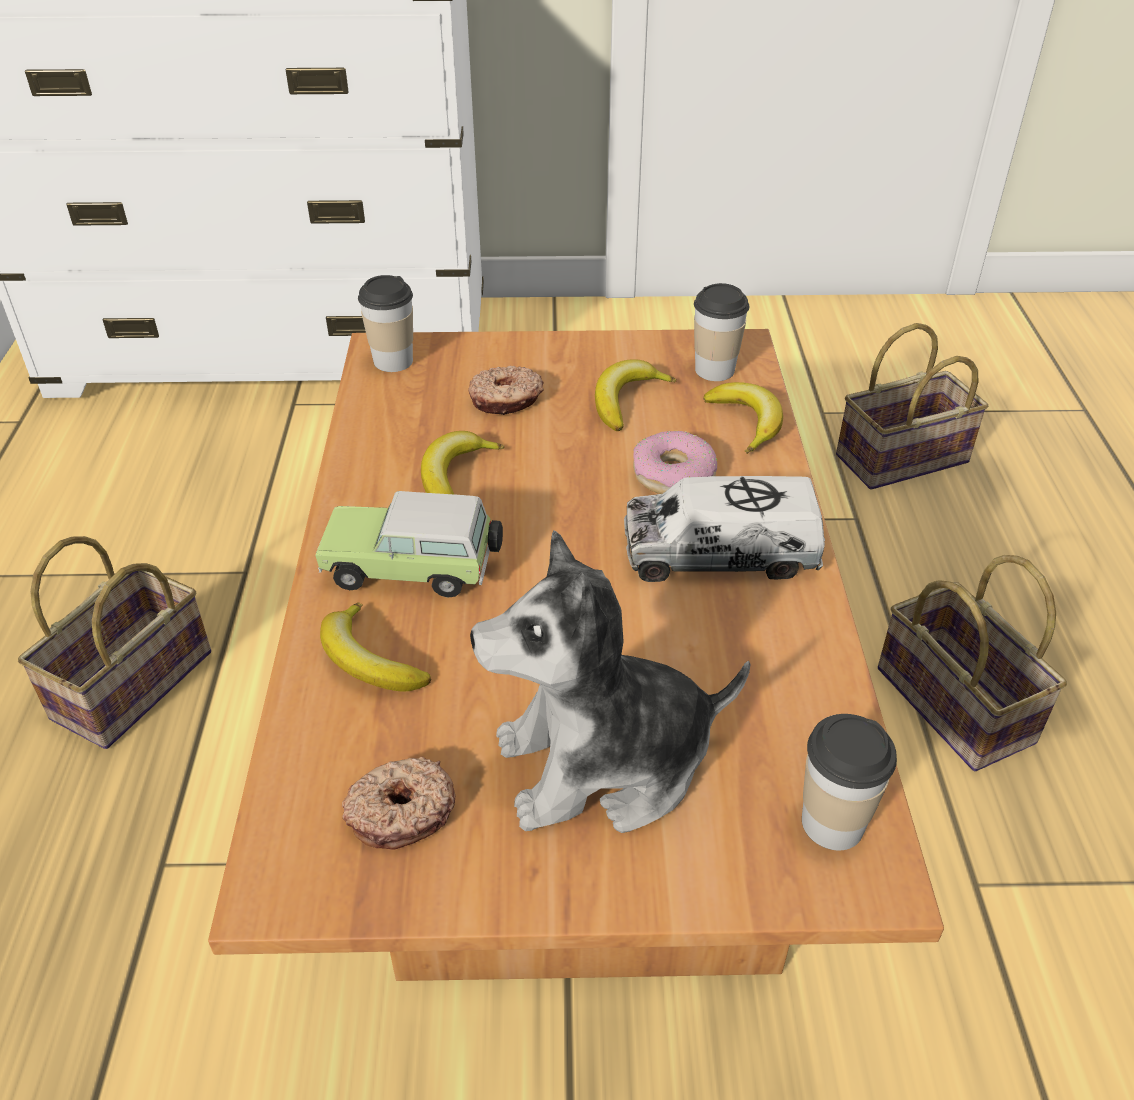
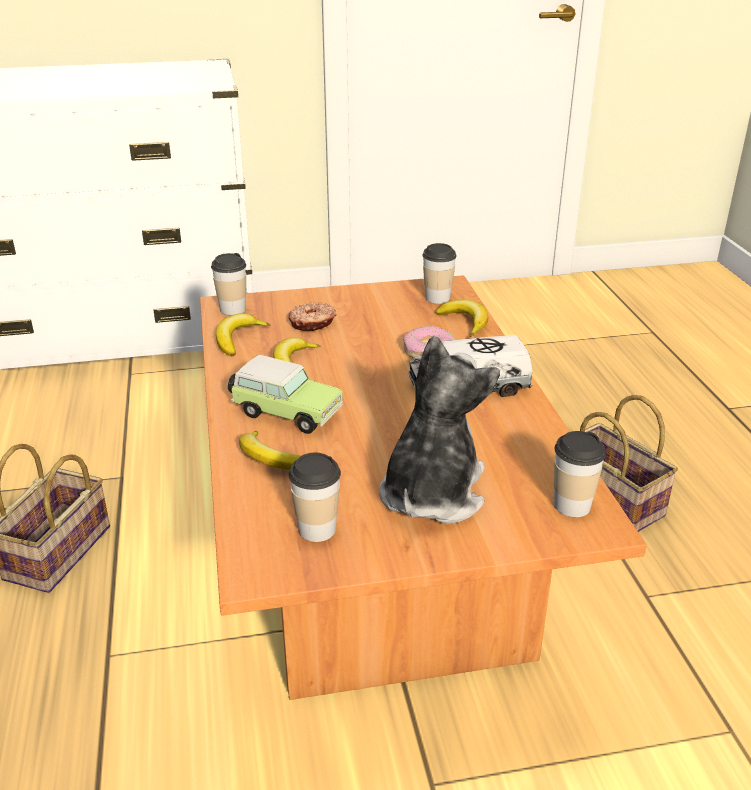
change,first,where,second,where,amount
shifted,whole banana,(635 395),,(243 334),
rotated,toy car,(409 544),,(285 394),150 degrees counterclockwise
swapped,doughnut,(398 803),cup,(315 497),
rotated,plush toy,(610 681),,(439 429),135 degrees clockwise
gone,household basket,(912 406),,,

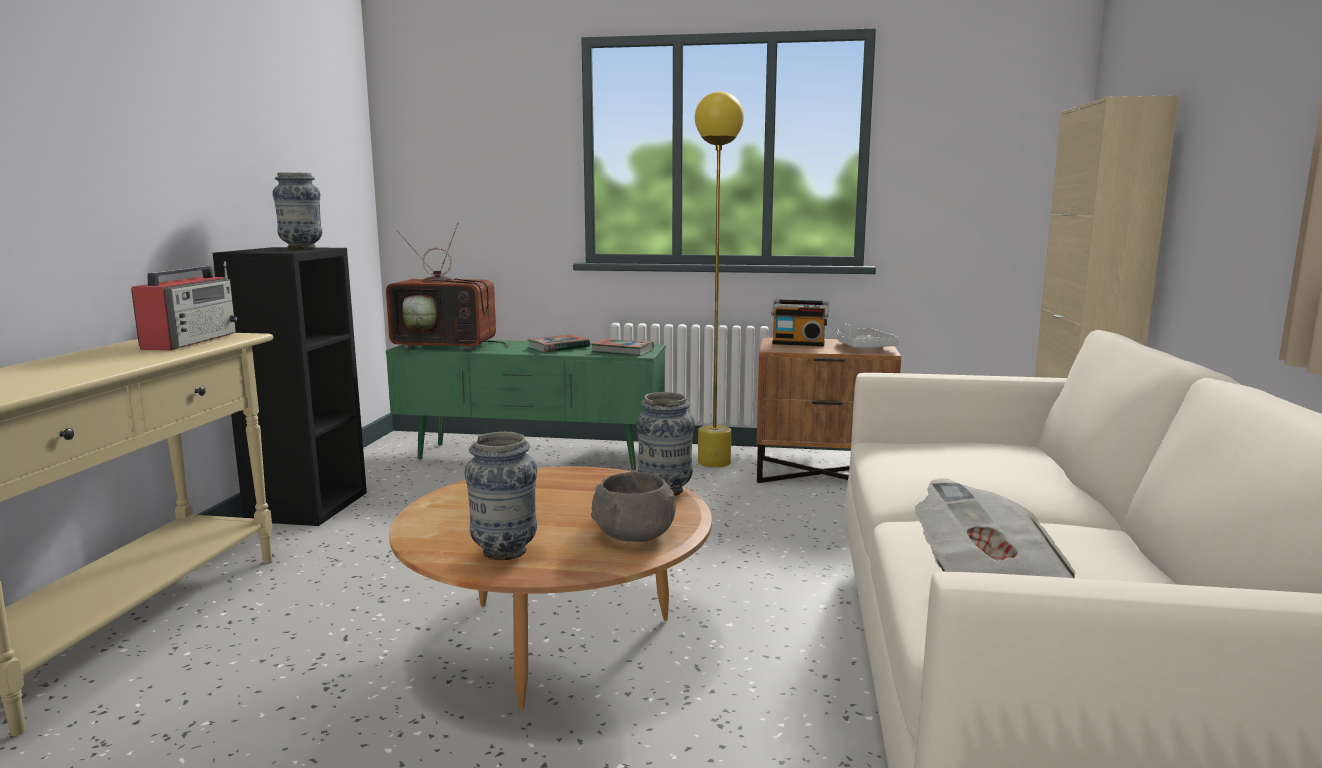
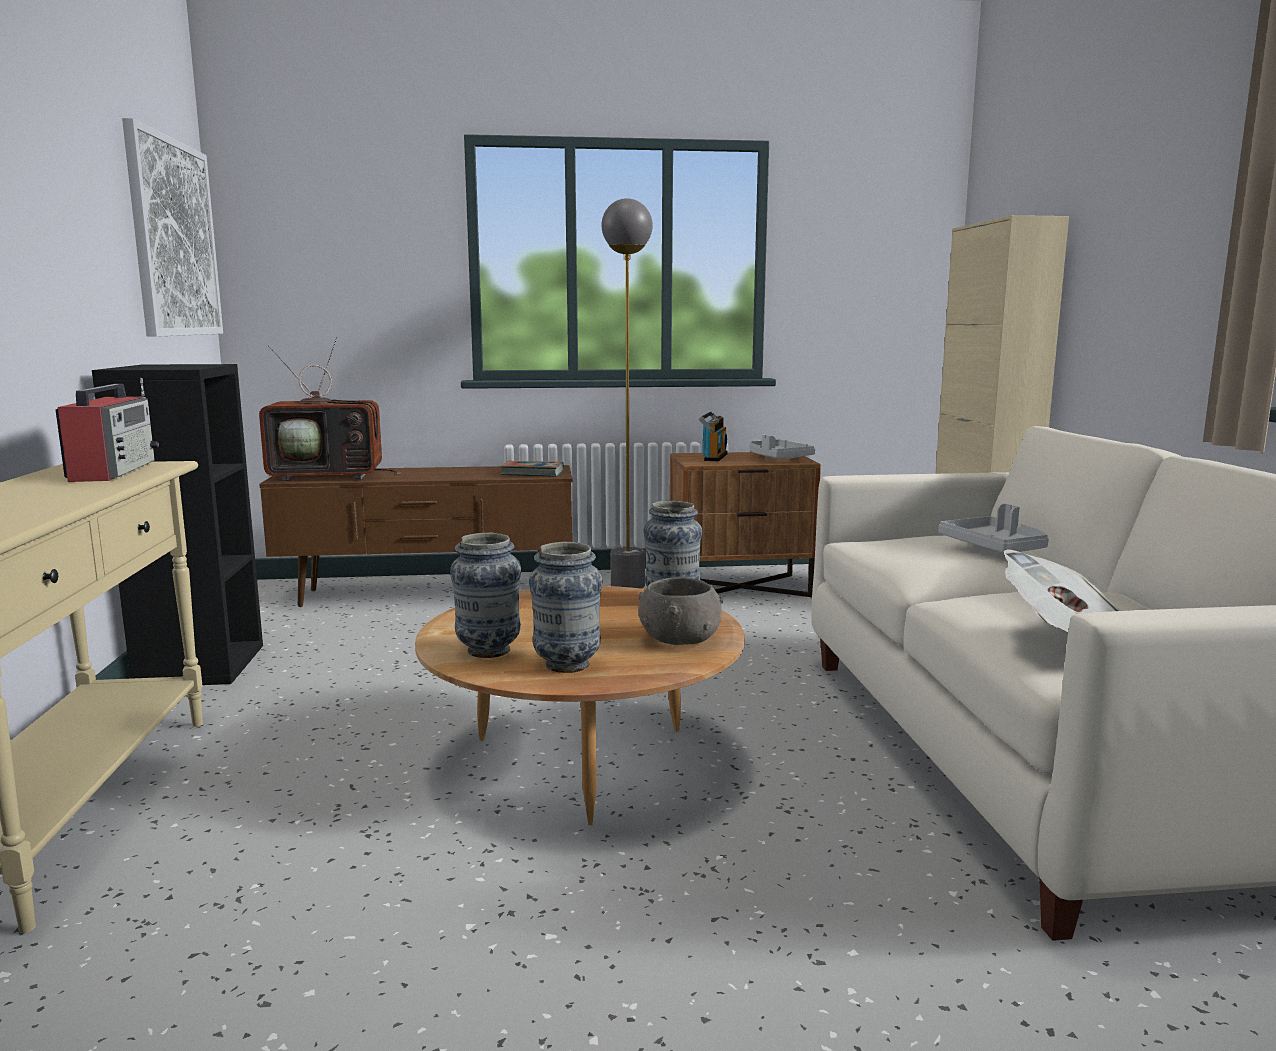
change,first,where,second,where,amount
new,,,picture,(172 227),
repainted,tv unit/green-coloured,(526 405),tv unit/brownish,(415 536),
shifted,flower vase,(297 210),,(485 595),
repainted,floor lamp/yellow,(719 279),floor lamp/grey,(627 393),
rotated,radio set,(800 322),,(713 436),75 degrees counterclockwise
new,,,serving tray/grey,(993 528),
gone,bound book,(558 343),,,

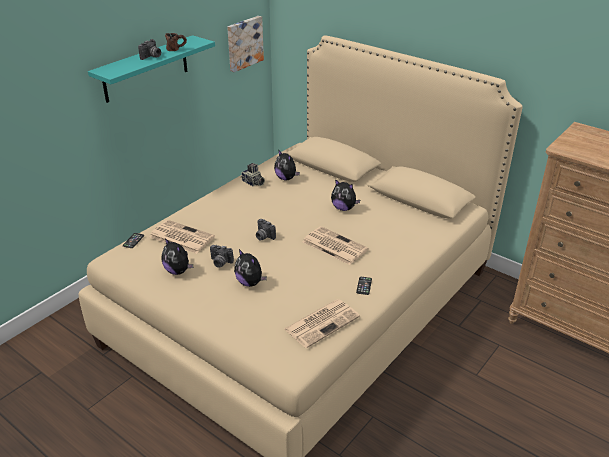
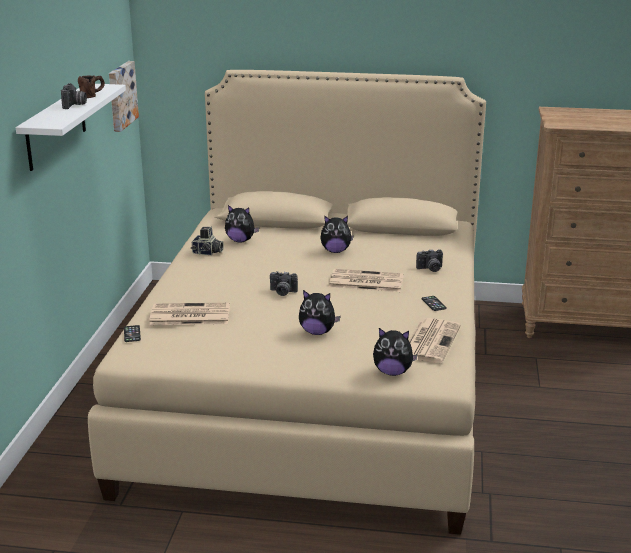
change,first,where,second,where,amount
repainted,bracket shelf/blue-green,(151 69),bracket shelf/white,(71 127),
shifted,plush toy,(177 256),,(395 352),
shifted,still camera,(222 256),,(429 260),

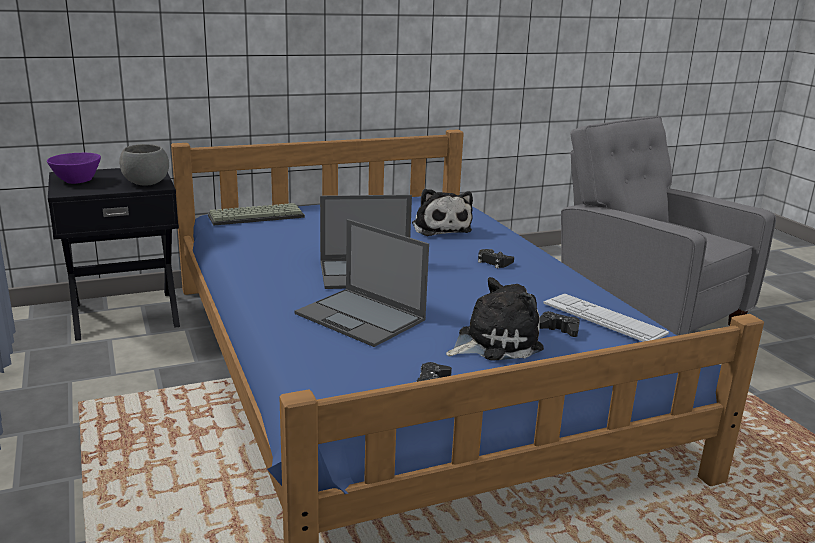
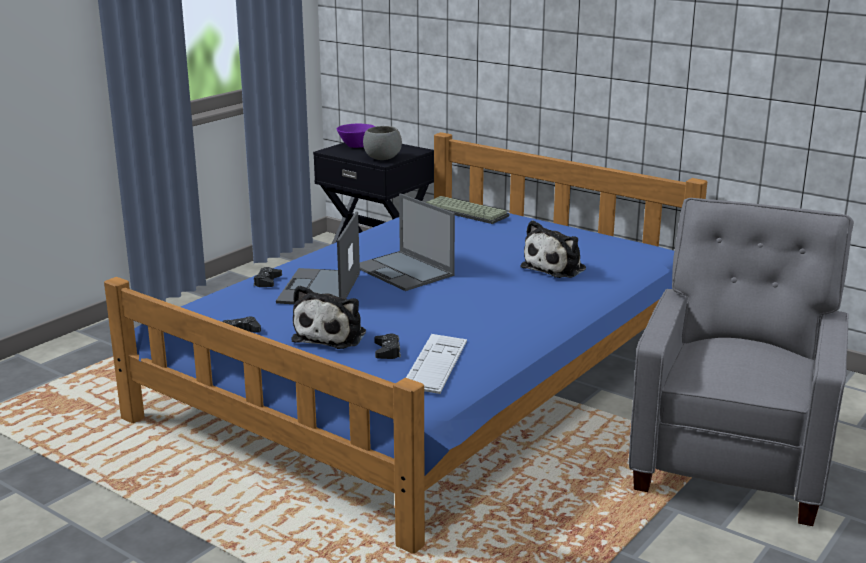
change,first,where,second,where,amount
shifted,joypad/blackish,(496 258),,(268 277),
rotated,plush toy,(495 319),,(328 317),75 degrees clockwise

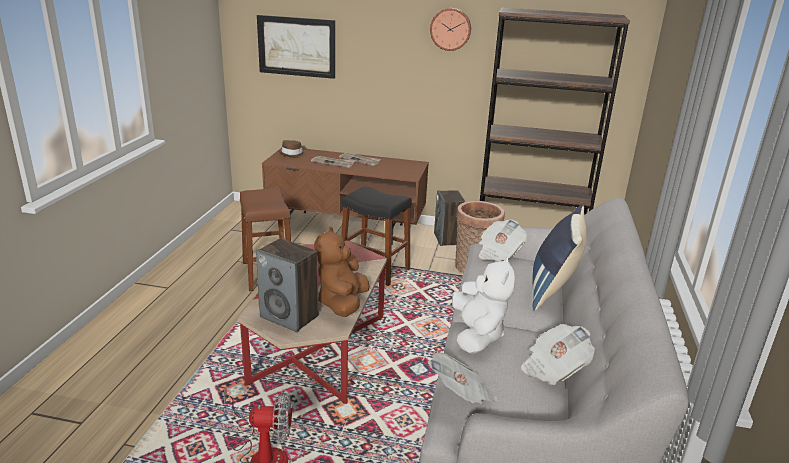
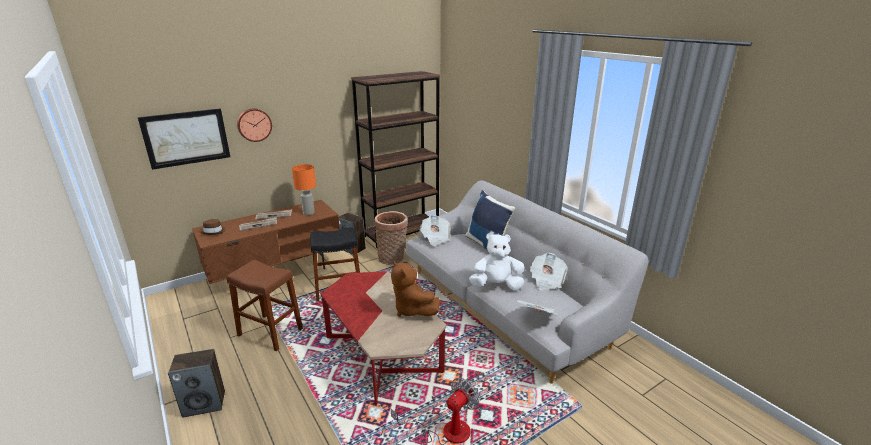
change,first,where,second,where,amount
shifted,loudspeaker,(287 285),,(196 383),
shifted,clock on the wall,(450 29),,(254 125),
new,,,table lamp/orangey,(304 189),
rotated,plush toy/white,(483 305),,(496 262),45 degrees counterclockwise

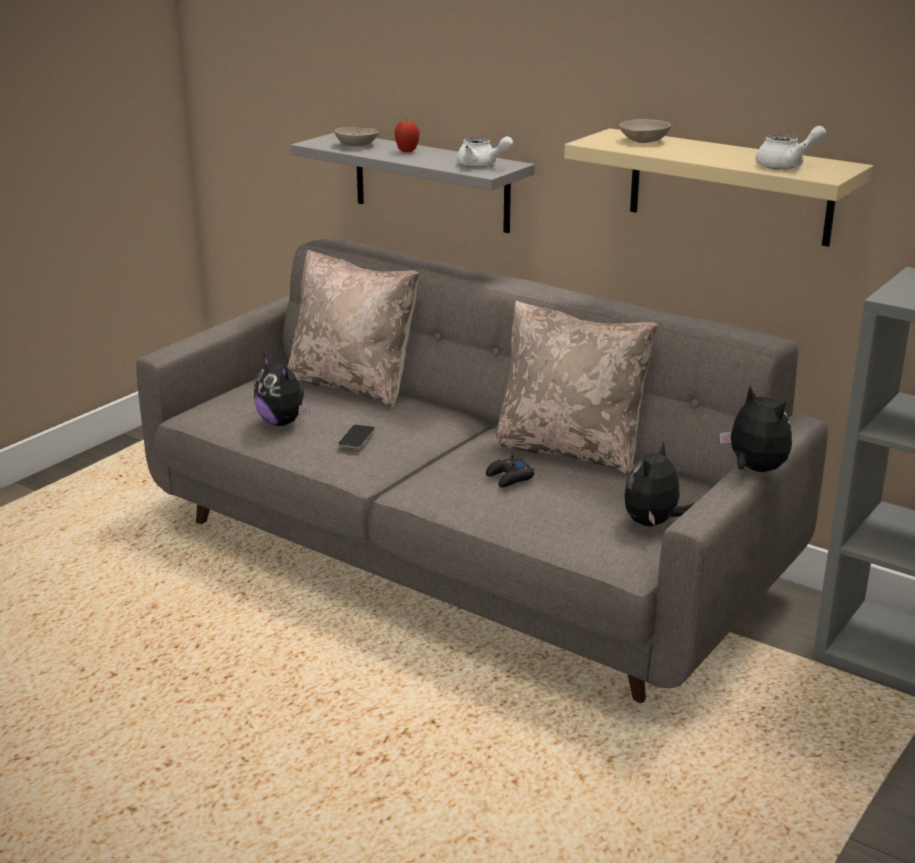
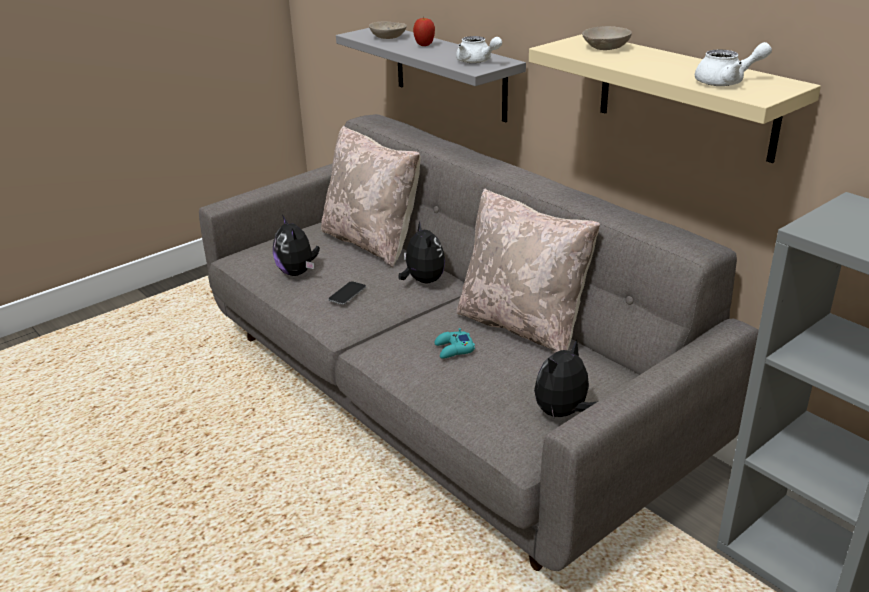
change,first,where,second,where,amount
shifted,plush toy,(756 428),,(421 253),
repainted,joypad/blackish,(510 471),joypad/blue-green,(455 343),

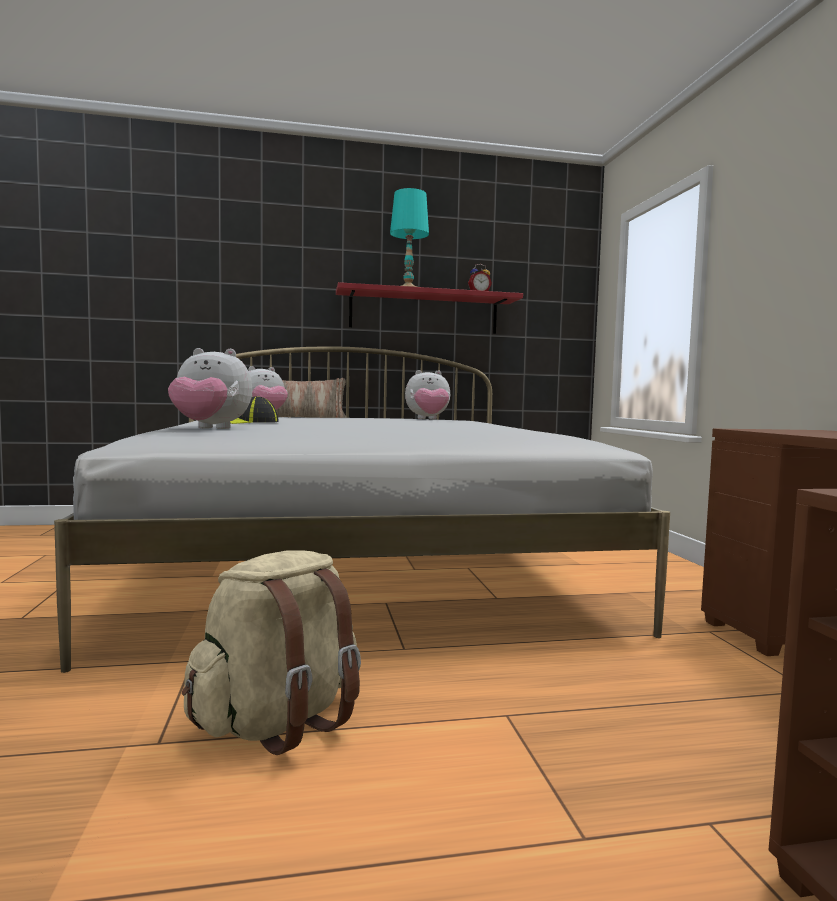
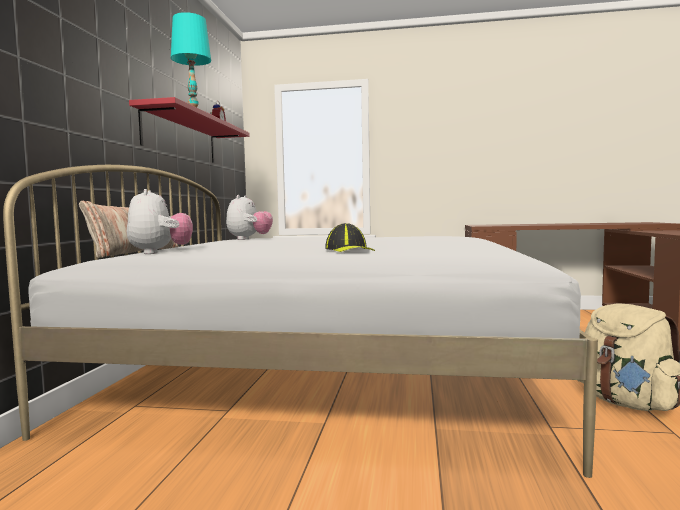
change,first,where,second,where,amount
gone,plush toy,(210 388),,,

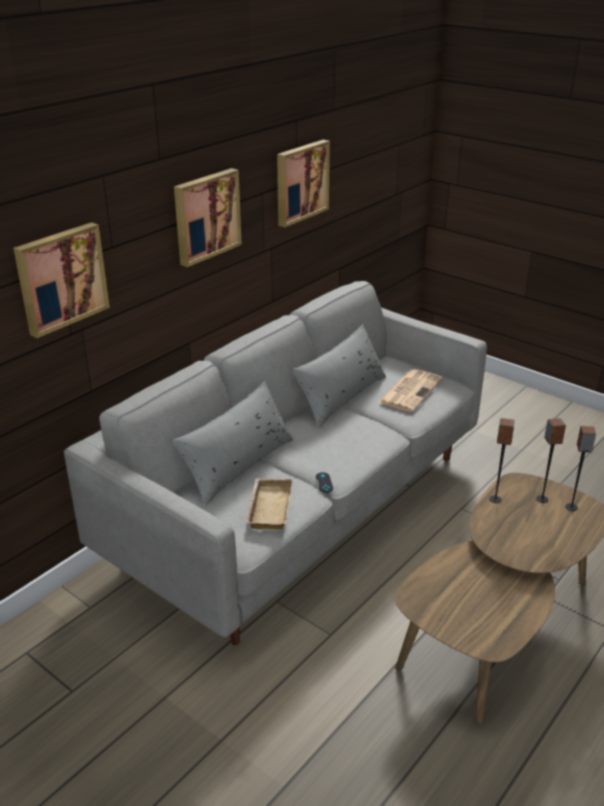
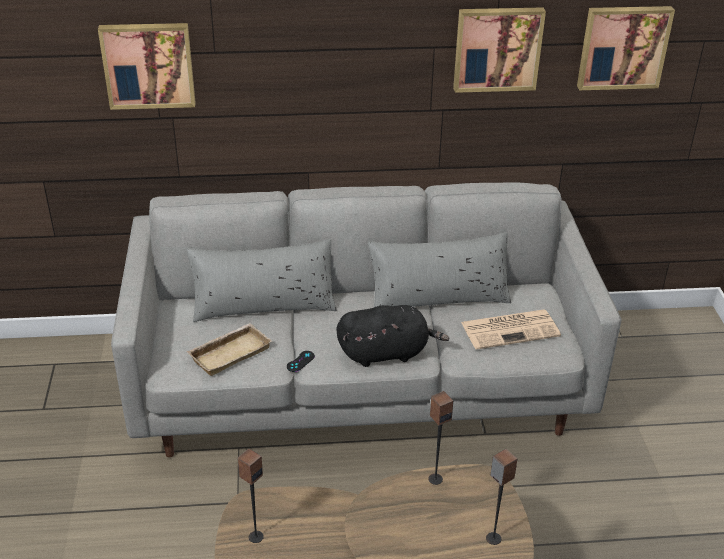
change,first,where,second,where,amount
shifted,loudspeaker,(551 460),,(251 495),
new,,,plush toy/blackish,(393 336),
shifted,picture,(208 217),,(626 48),

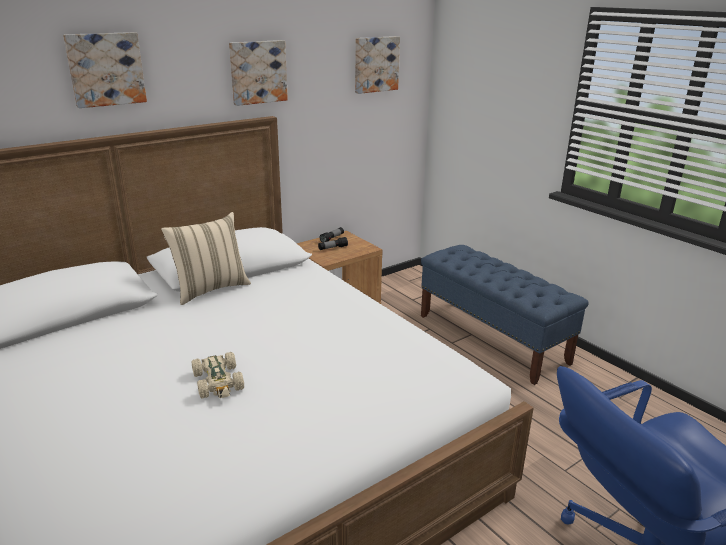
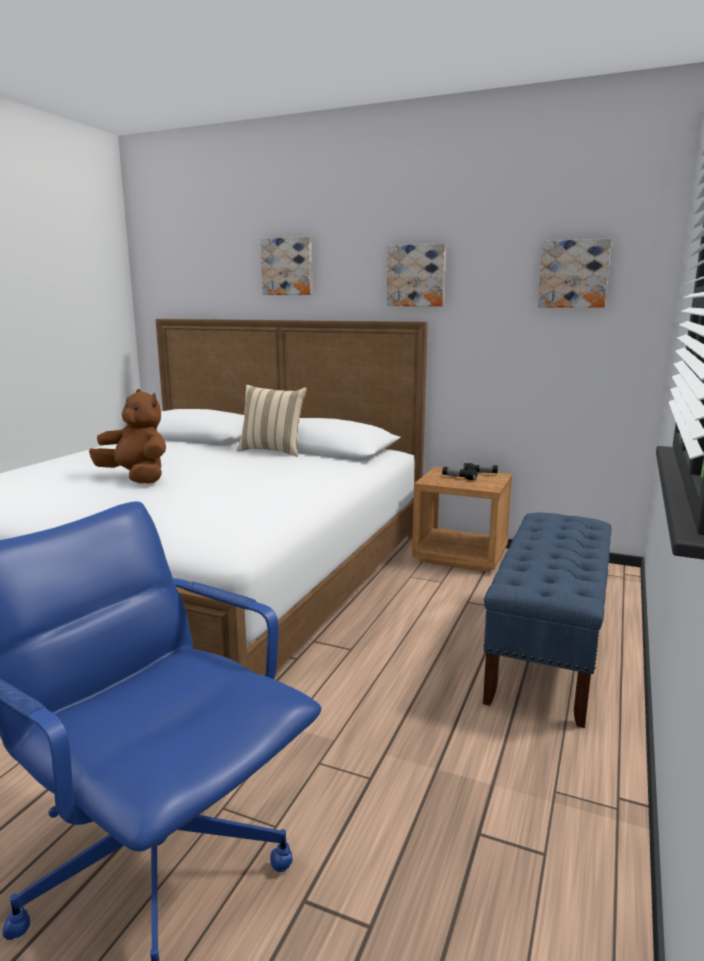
change,first,where,second,where,amount
swapped,toy car/beige,(217 375),plush toy/brownish,(127 436),

